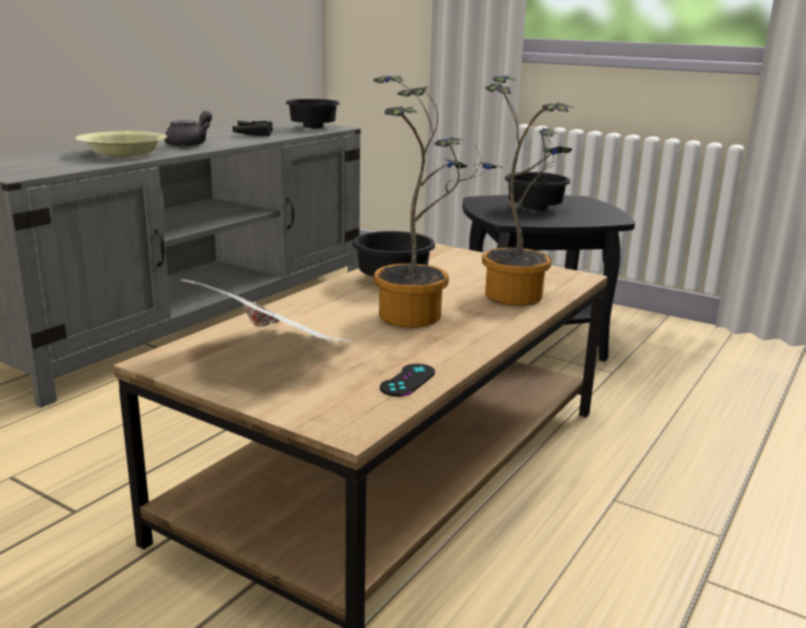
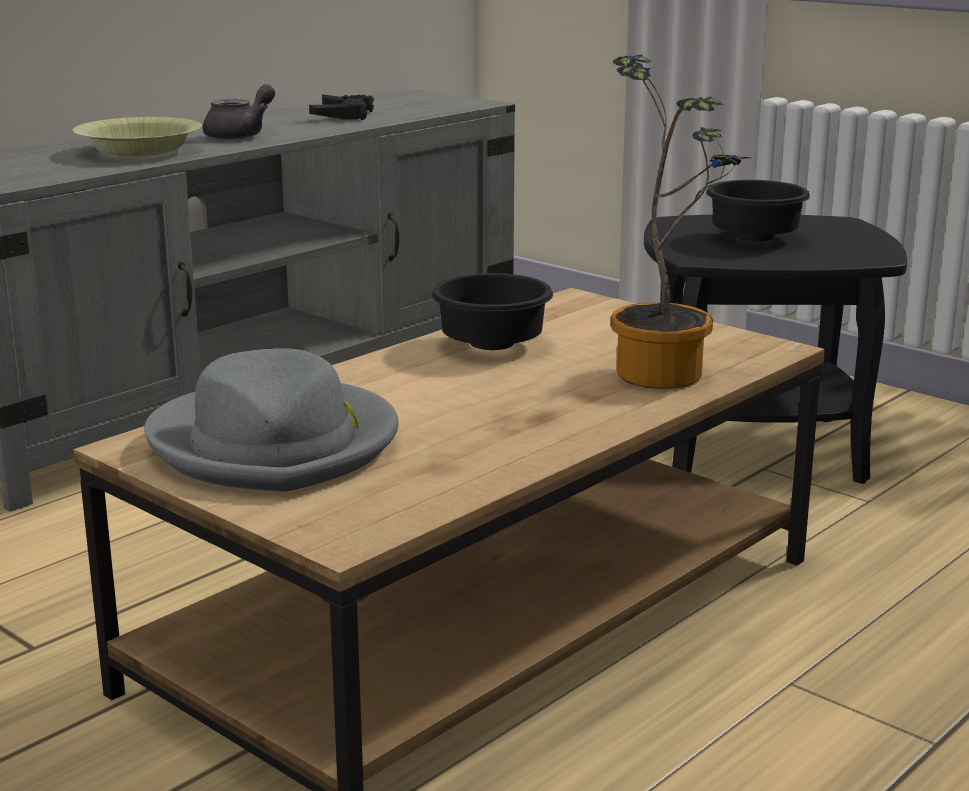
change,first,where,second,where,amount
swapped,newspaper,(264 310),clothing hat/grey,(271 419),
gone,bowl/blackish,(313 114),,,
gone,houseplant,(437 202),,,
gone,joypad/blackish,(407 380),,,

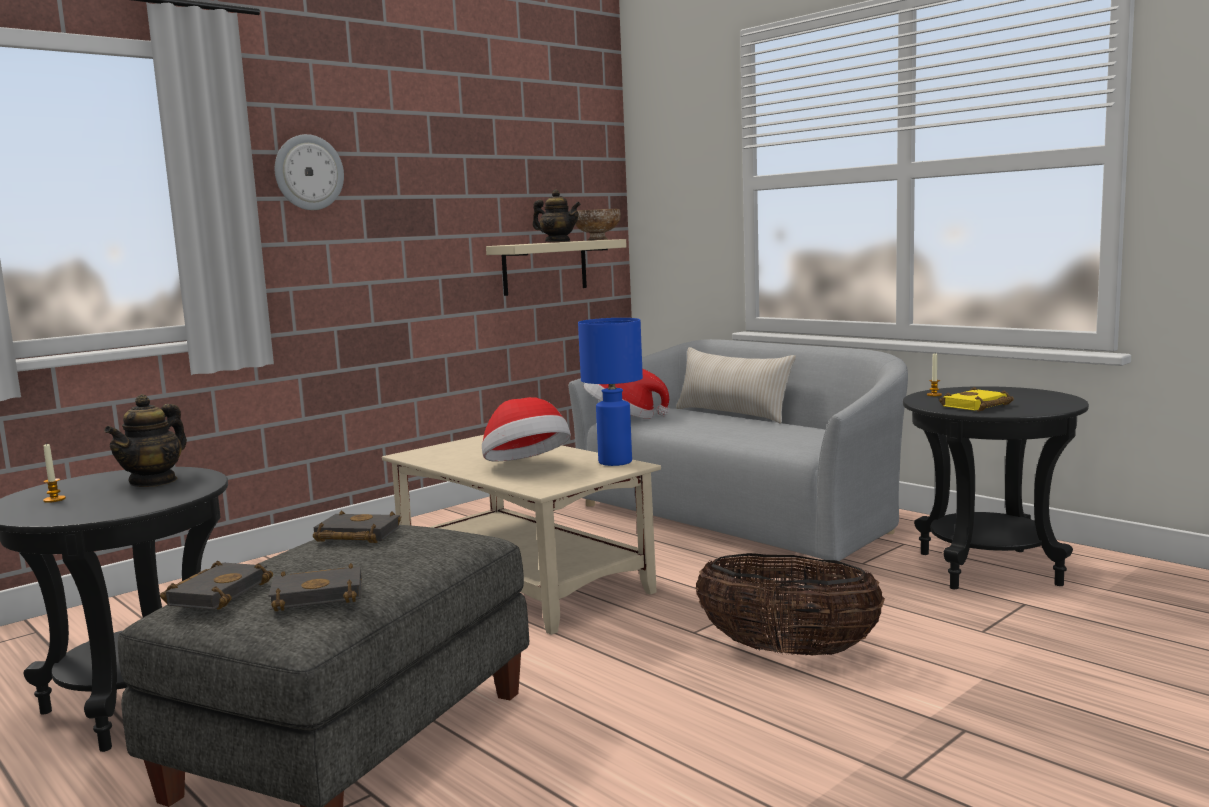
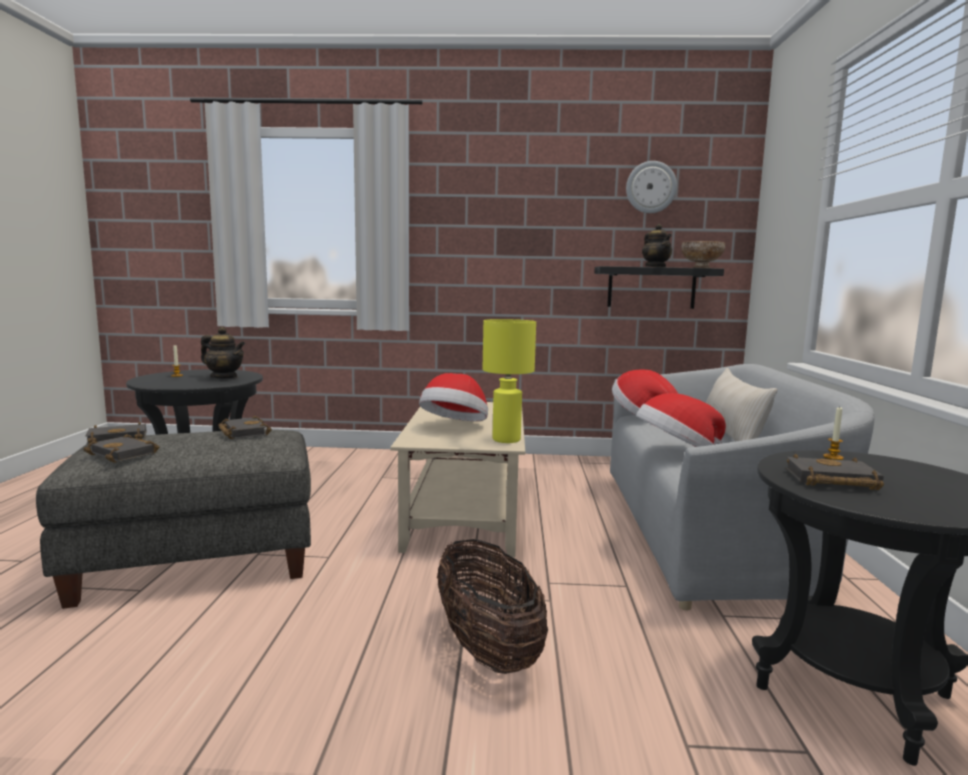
change,first,where,second,where,amount
rotated,pot for tea,(145 440),,(223 353),135 degrees counterclockwise
repainted,table lamp/bluish,(610 392),table lamp/yellow,(509 381),
repainted,bracket shelf/beige,(556 267),bracket shelf/blackish,(659 287),
shifted,clock on the wall,(309 172),,(651 187),
new,,,clothing hat,(681 420),
repainted,bound book/yellow,(976 399),bound book/blackish,(835 472),

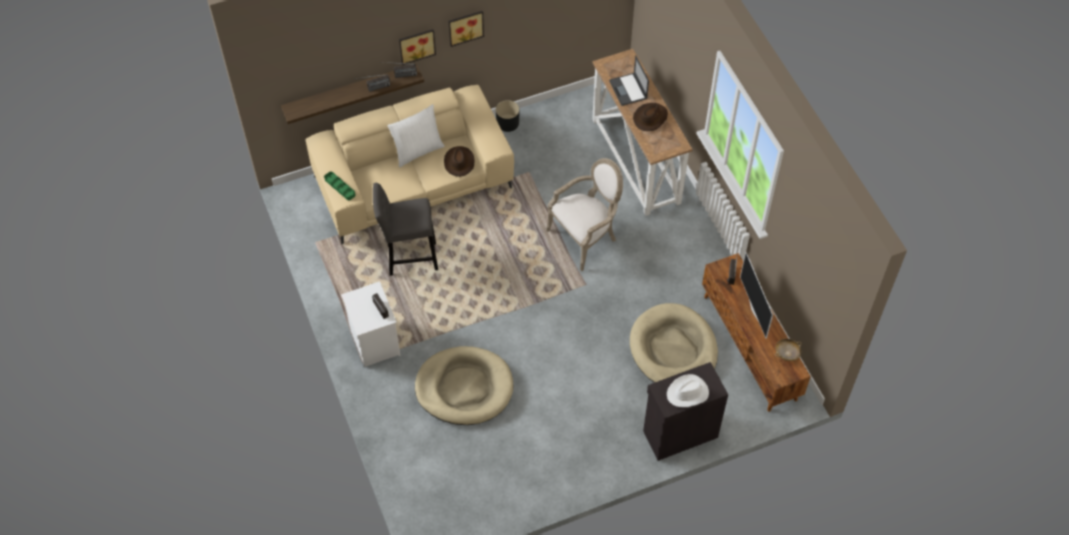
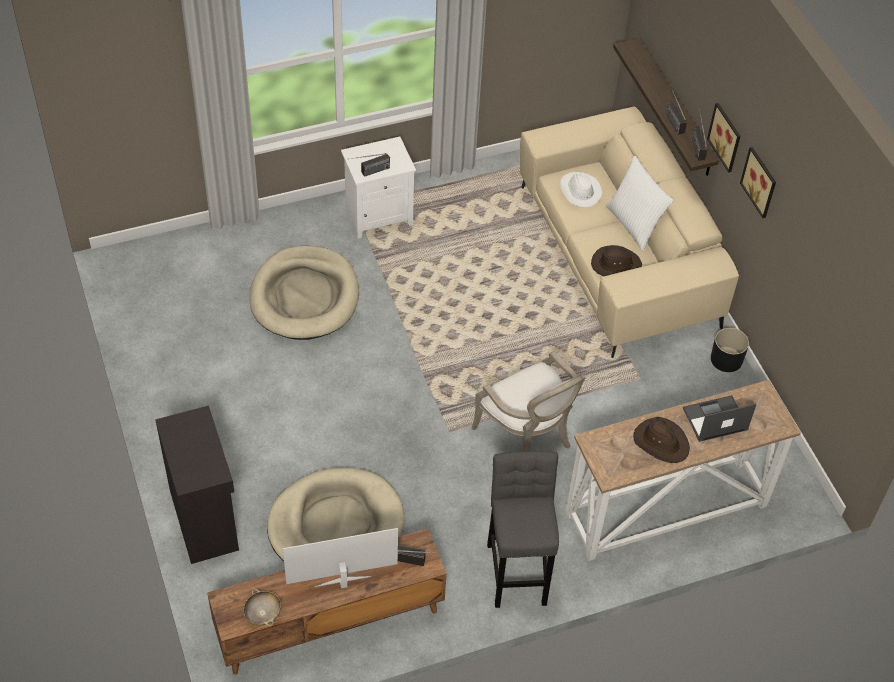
change,first,where,second,where,amount
shifted,stool/grey,(405 229),,(523 529),
shifted,clothing hat/white,(688 390),,(581 190),
gone,serving tray/green-coloured,(340 186),,,

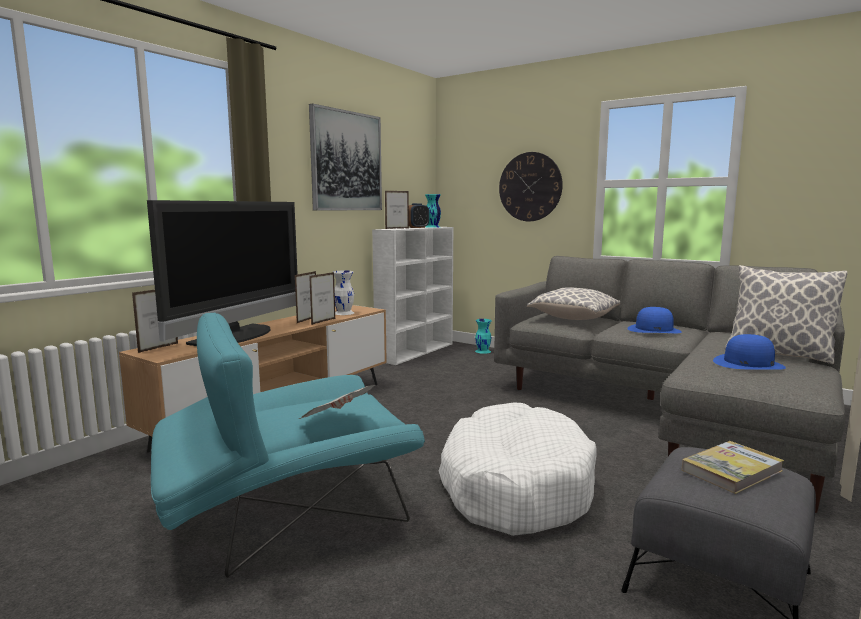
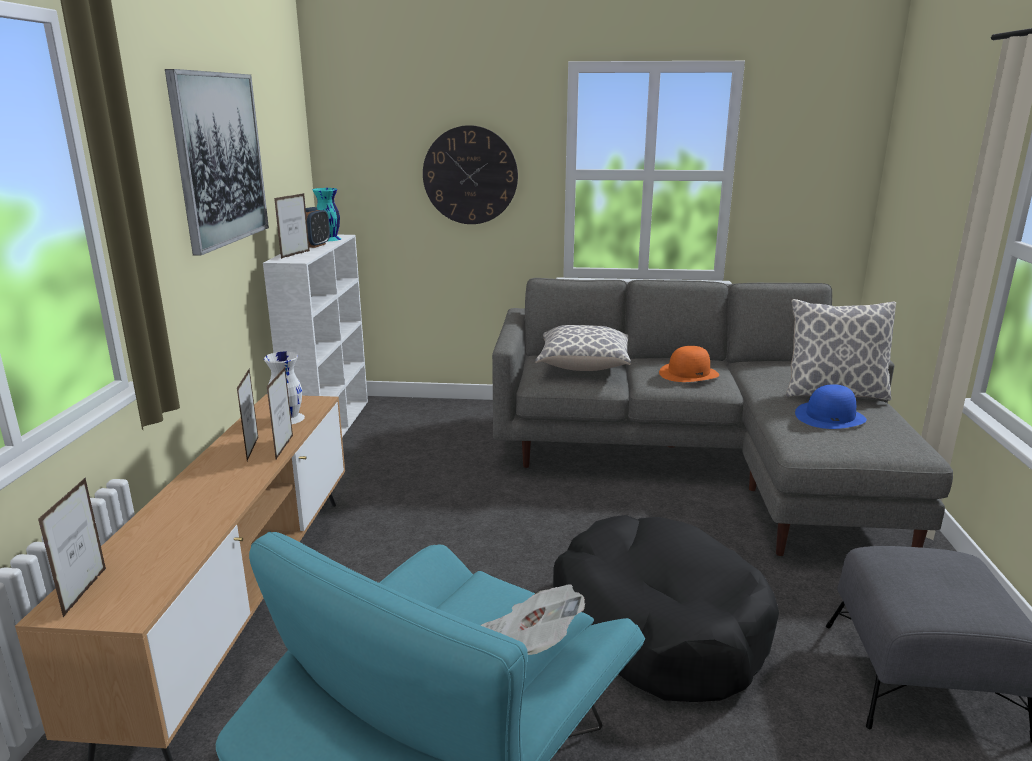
change,first,where,second,where,amount
repainted,dog cushion/white,(518 469),dog cushion/blackish,(666 608),
repainted,clothing hat/bluish,(654 320),clothing hat/orangey,(689 364),
gone,television,(222 273),,,
gone,flower vase/blue-green,(483 336),,,
gone,bound book,(733 467),,,

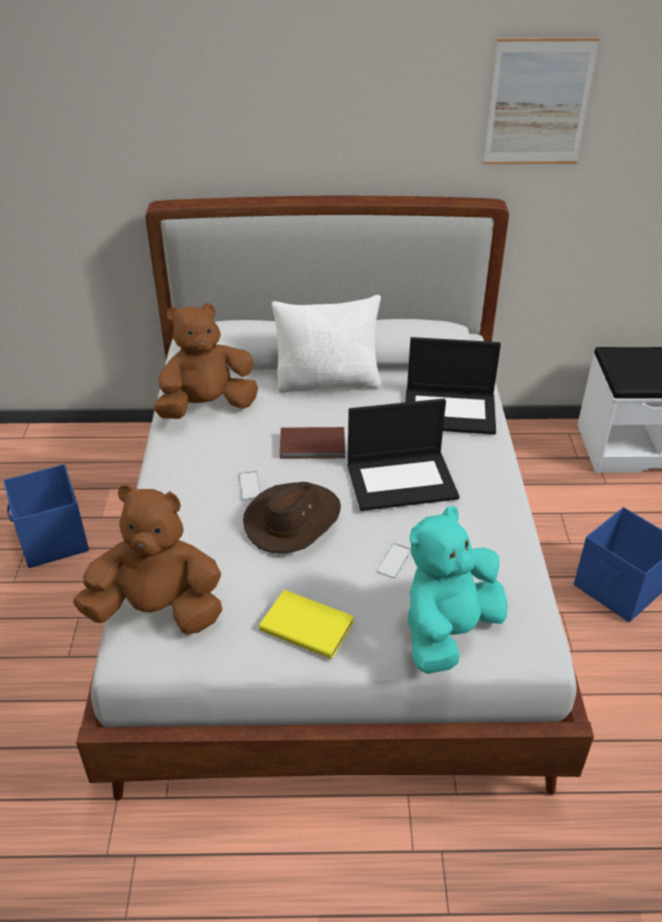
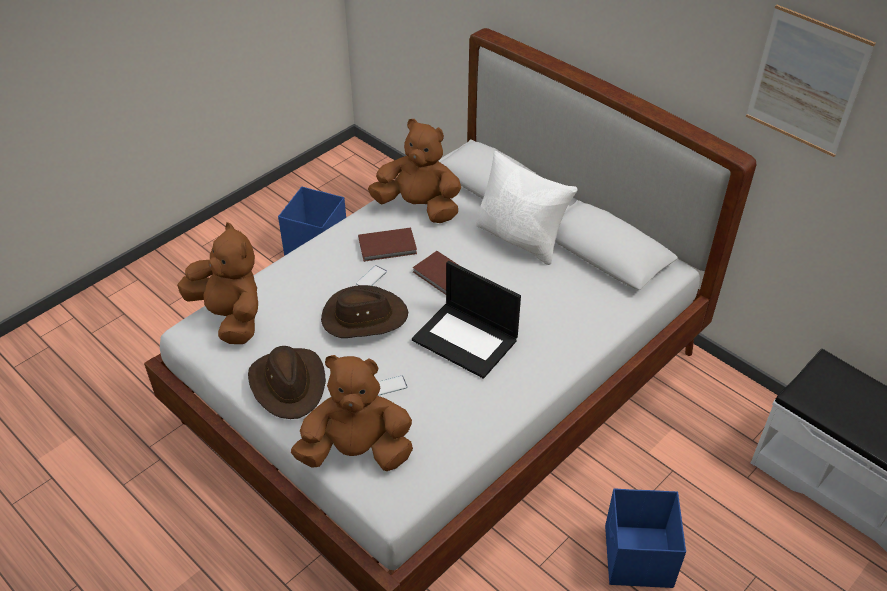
change,first,where,second,where,amount
swapped,bound book/yellow,(306 624),clothing hat/brownish,(287 382),
repainted,plush toy/blue-green,(458 590),plush toy/brownish,(352 413),
new,,,bound book/brownish,(387 244),
gone,portable computer,(453 386),,,

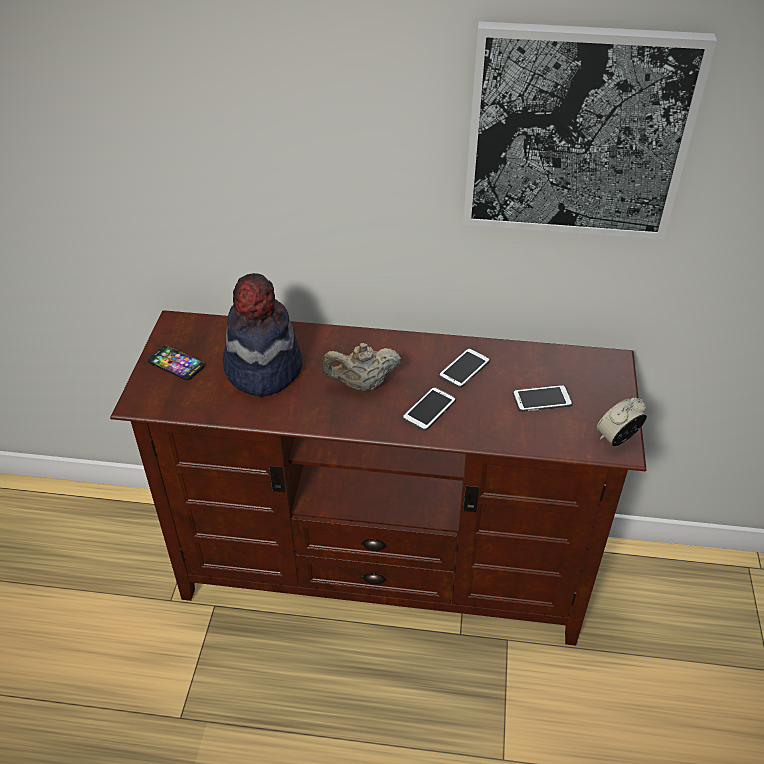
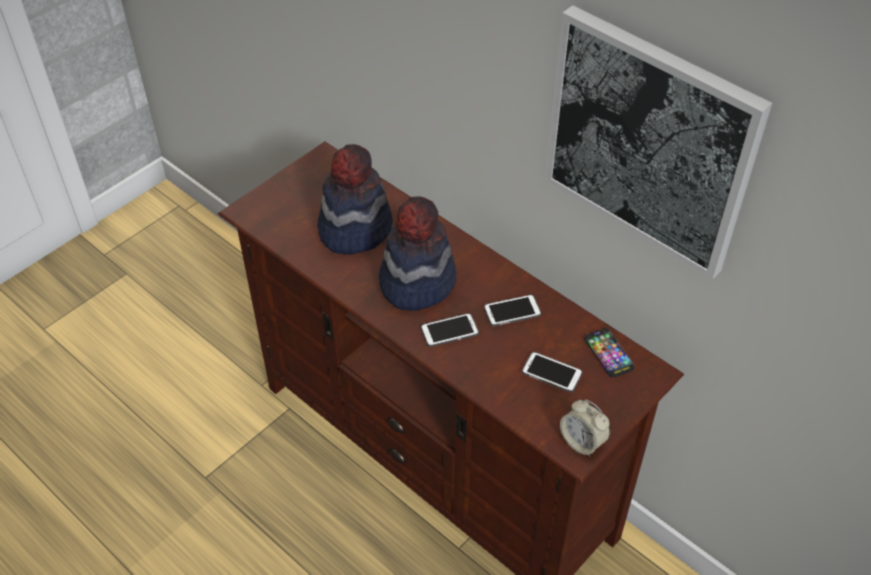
change,first,where,second,where,amount
swapped,pot for tea/beige,(361 367),clothing hat,(417 253),
rotated,alarm clock,(621 422),,(585 428),135 degrees counterclockwise
shifted,phone,(176 363),,(609 353),

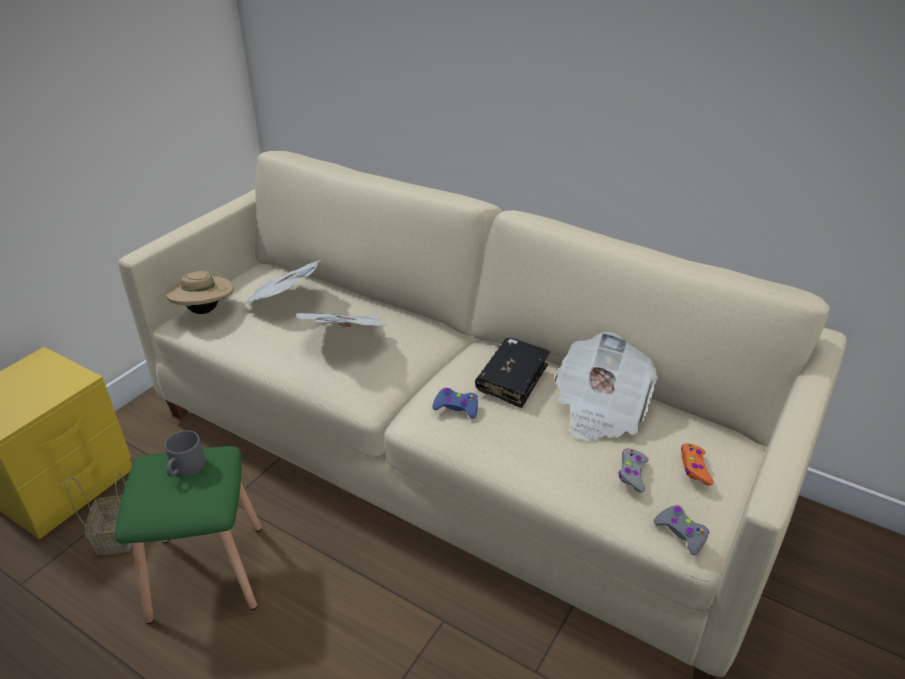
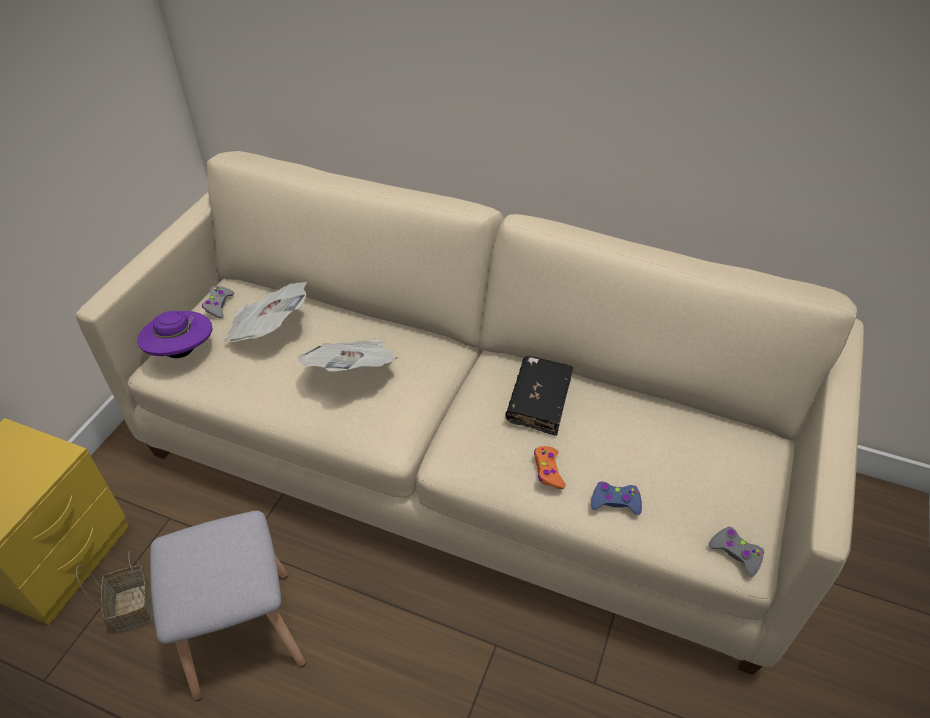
change,first,where,second,where,amount
repainted,clothing hat/beige,(200 292),clothing hat/purplish,(175 334),
repainted,stool/green-coloured,(188 535),stool/grey,(227 606),
shifted,joypad/grey,(633 470),,(218 302),
shifted,joypad/orangey,(697 464),,(550 467),
shifted,joypad/bluish,(455 403),,(616 498),
gone,tea mug/grey,(185 453),,,
gone,newspaper,(606 386),,,

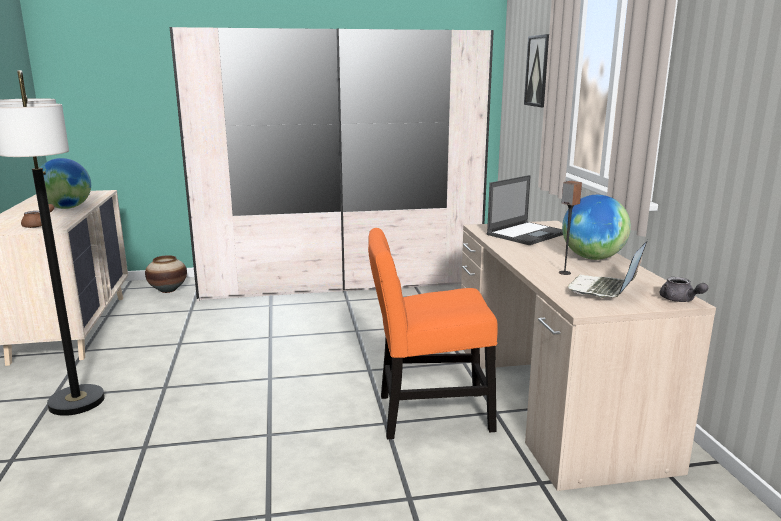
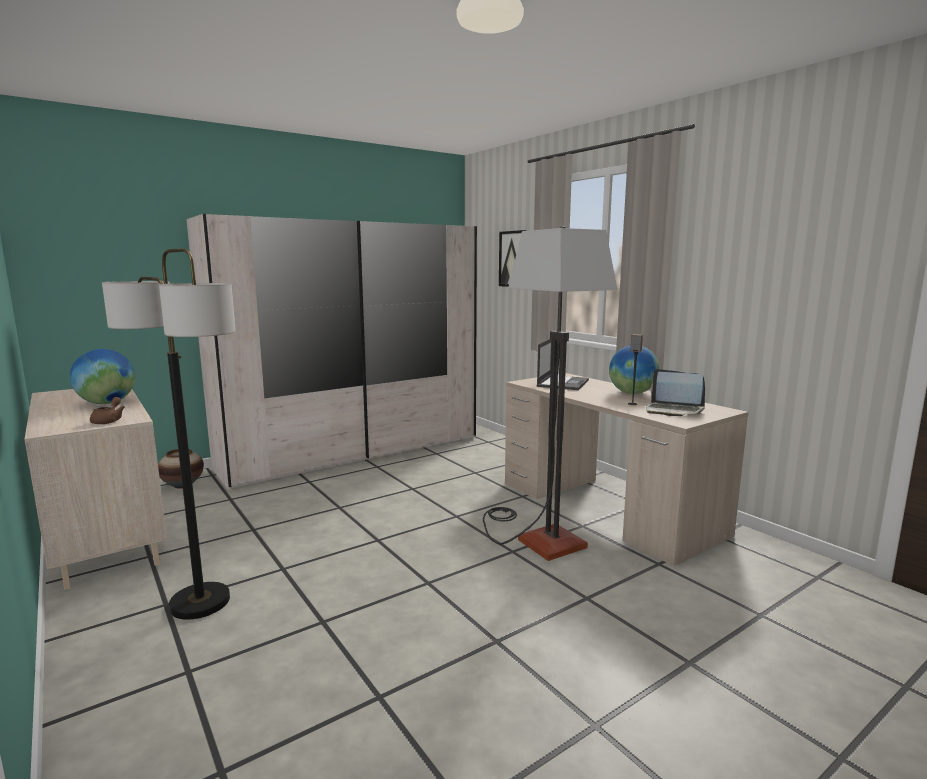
change,first,where,second,where,amount
swapped,chair/orangey,(433 333),floor lamp,(550 393),
rotated,portable computer,(607 269),,(675 392),60 degrees counterclockwise
gone,pot for tea/grey,(684 289),,,

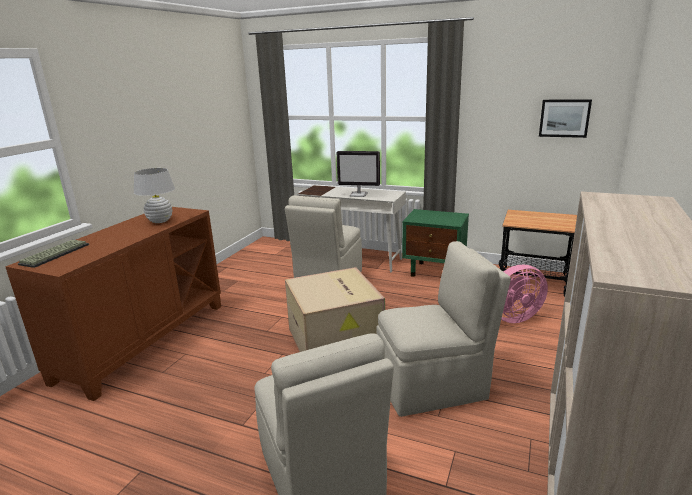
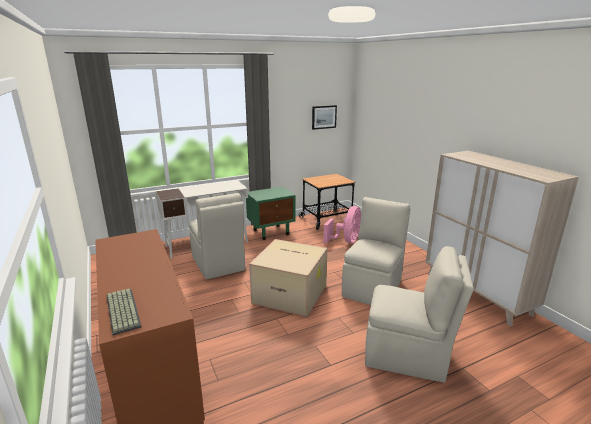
change,first,where,second,where,amount
gone,table lamp/white,(154 195),,,
gone,monitor,(358 174),,,

